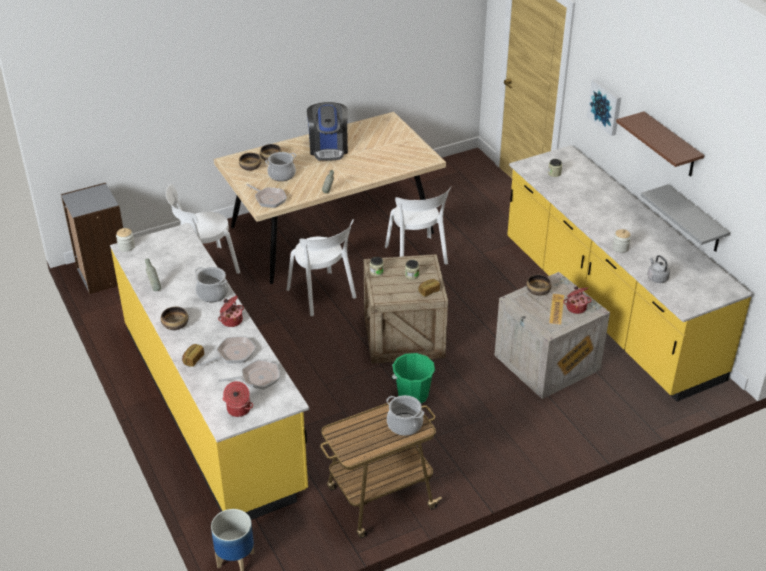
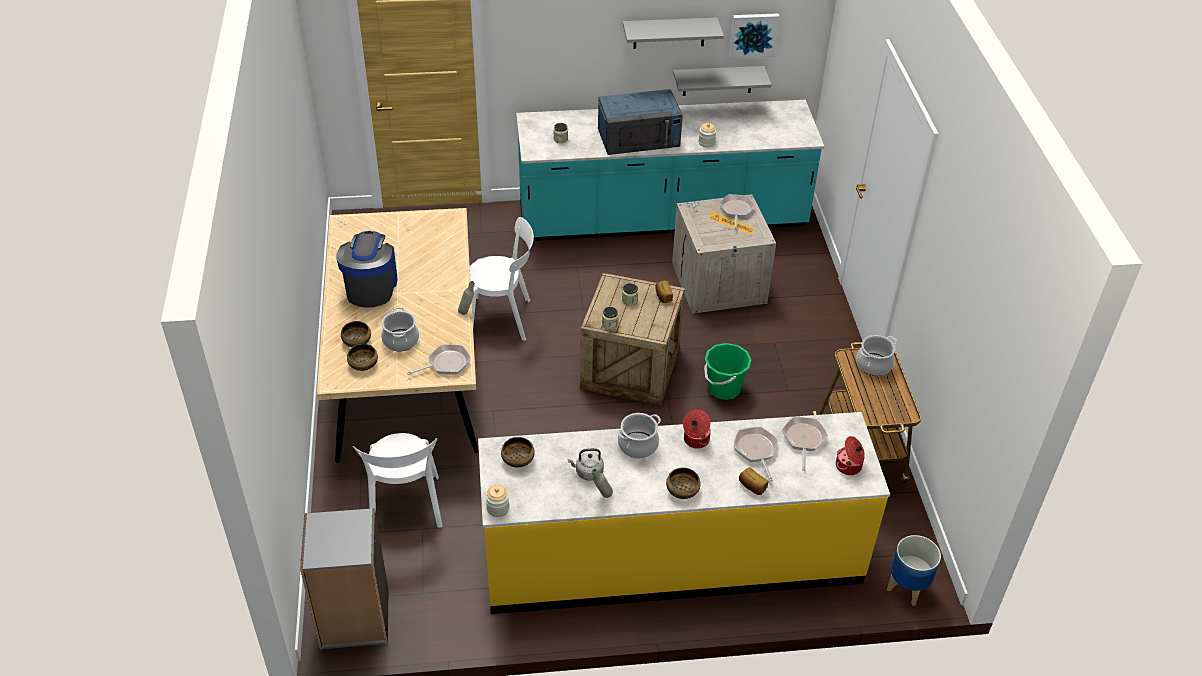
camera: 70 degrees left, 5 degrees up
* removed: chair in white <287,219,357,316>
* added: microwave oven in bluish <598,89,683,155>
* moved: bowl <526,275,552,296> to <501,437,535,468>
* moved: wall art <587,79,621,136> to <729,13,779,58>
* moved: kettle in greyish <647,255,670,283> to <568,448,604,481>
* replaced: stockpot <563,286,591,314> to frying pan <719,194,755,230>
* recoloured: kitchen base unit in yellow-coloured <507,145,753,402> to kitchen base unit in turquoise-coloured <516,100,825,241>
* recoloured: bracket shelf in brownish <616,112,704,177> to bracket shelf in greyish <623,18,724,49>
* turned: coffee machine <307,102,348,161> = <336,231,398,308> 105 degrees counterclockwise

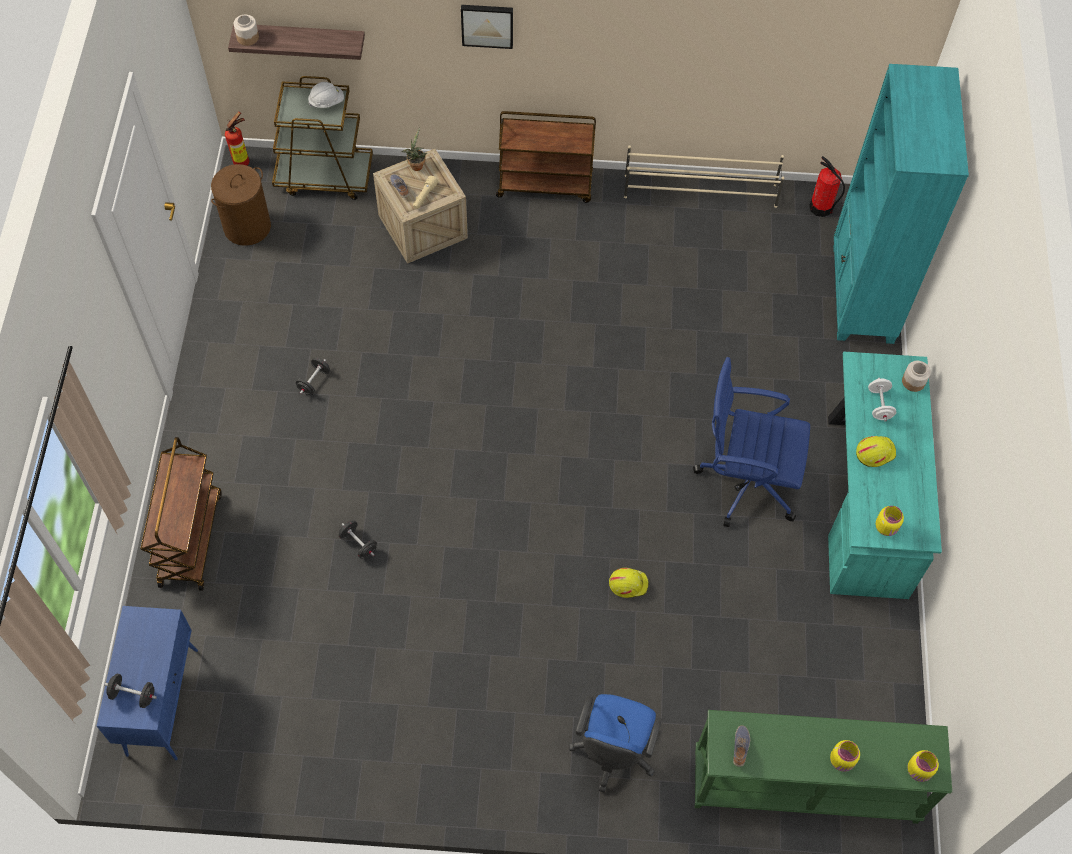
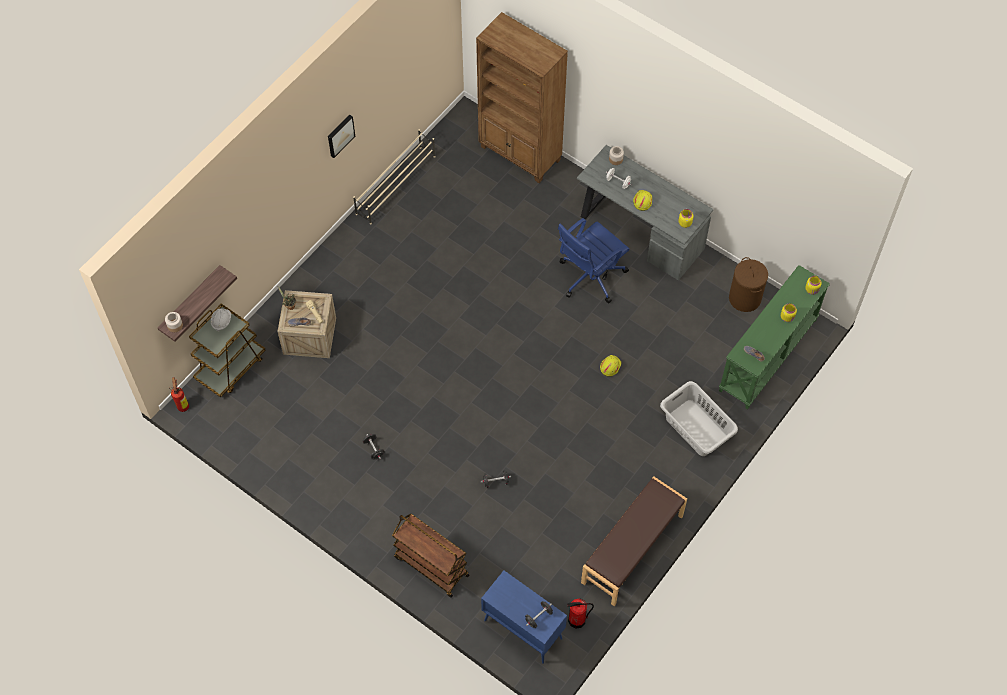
camera: 55 degrees left, 0 degrees up
* removed: cart in brownish <496,111,596,203>
* added: long seat in brownish <581,476,687,606>
* moved: washing basket in brownish <211,164,271,246> to <729,257,768,312>
* moved: wall art <461,5,513,49> to <328,115,355,158>
* moved: fire-fighting cylinder <809,156,845,217> to <567,598,594,629>
* replaced: office chair in bluish <569,694,662,793> to washing basket in greyish <660,381,738,456>
* recoloured: desk in turquoise-coloured <828,351,942,599> to desk in greyish <577,145,713,281>
* recoloured: shelving unit in turquoise-coloured <833,64,969,344> to shelving unit in brownish <476,12,568,183>

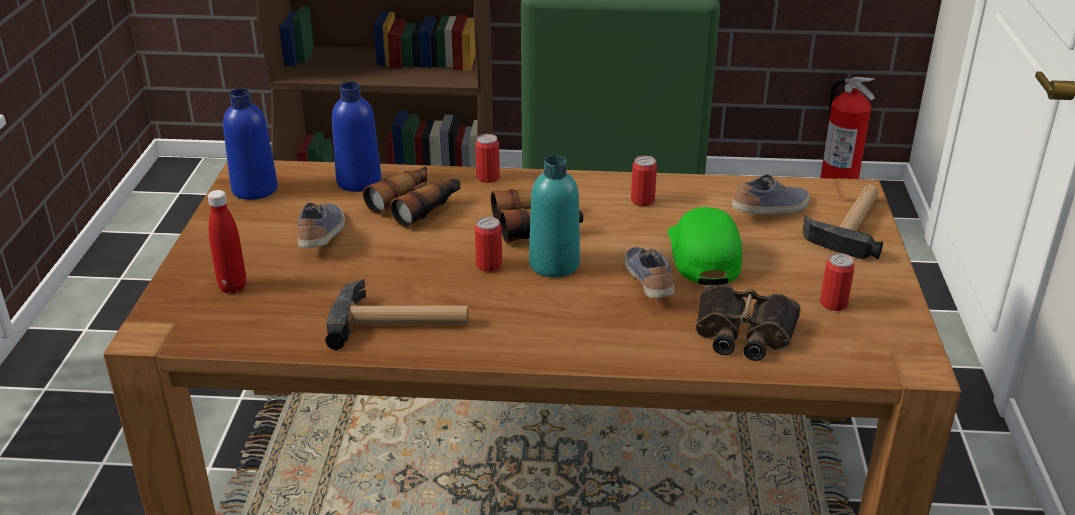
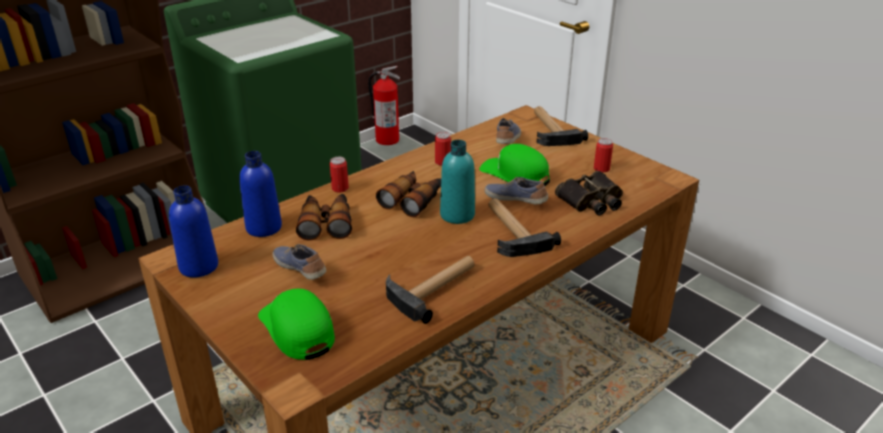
camera: 45 degrees left, 0 degrees up
* removed: sealed can <475,217,502,272>
* added: tool hammer <488,198,561,257>
* replaced: beverage bottle in red <208,190,247,293> to baseball cap in greenish <258,289,335,360>

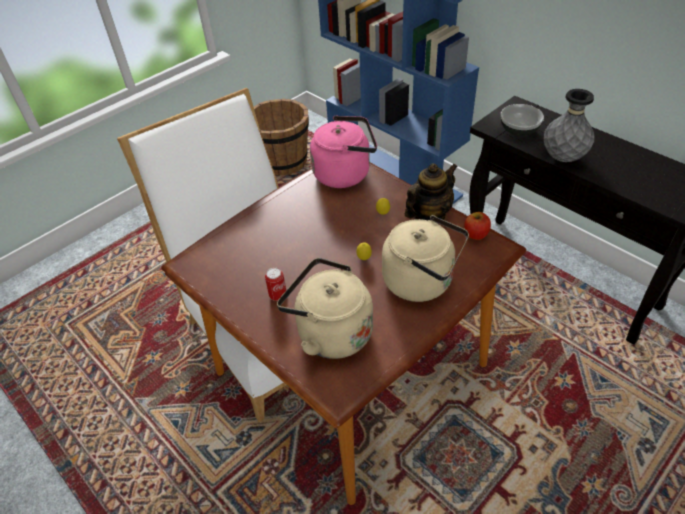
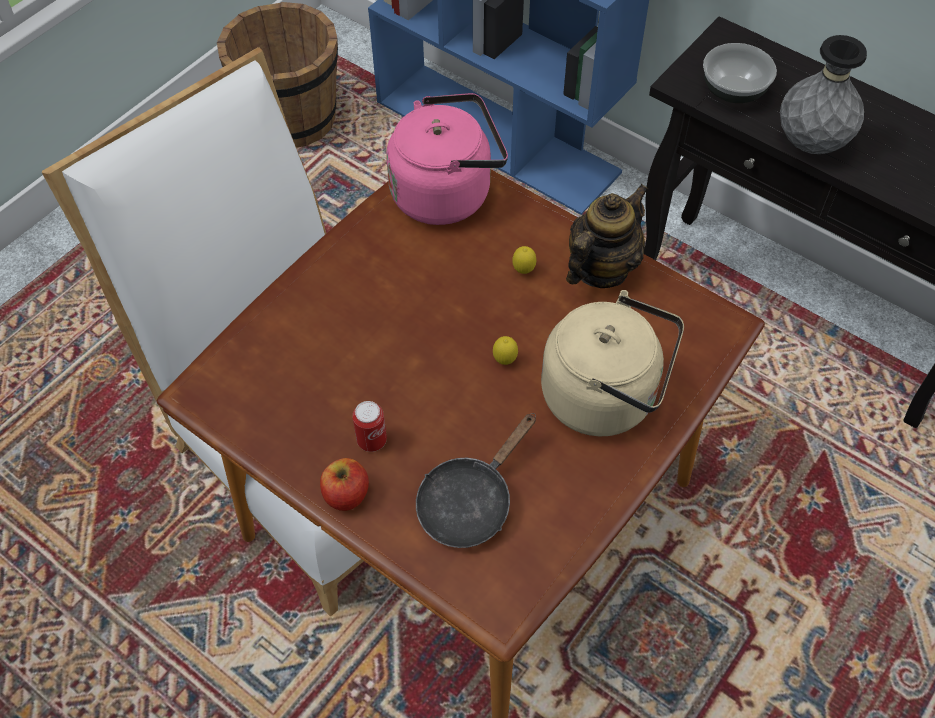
camera: 10 degrees left, 10 degrees up
* moved: whole apple <464,212,491,240> to <320,458,369,511>
* replaced: kettle in sand-coloured <277,258,373,359> to frying pan in blackish <416,413,536,548>

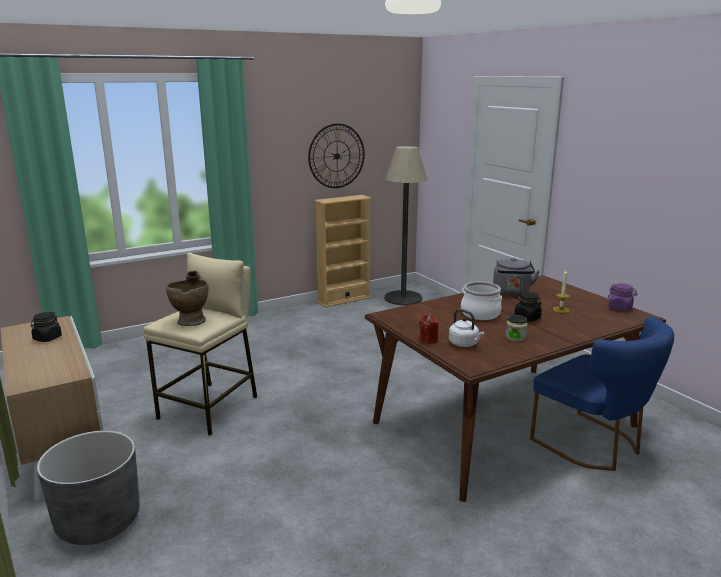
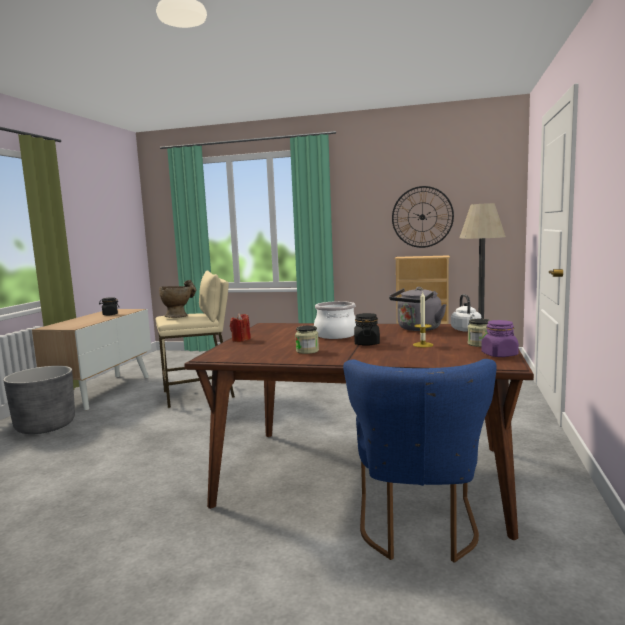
camera: 45 degrees right, 10 degrees down
* added: jar <468,319,490,347>
* moved: kettle in white <449,309,484,347> to <451,294,481,332>

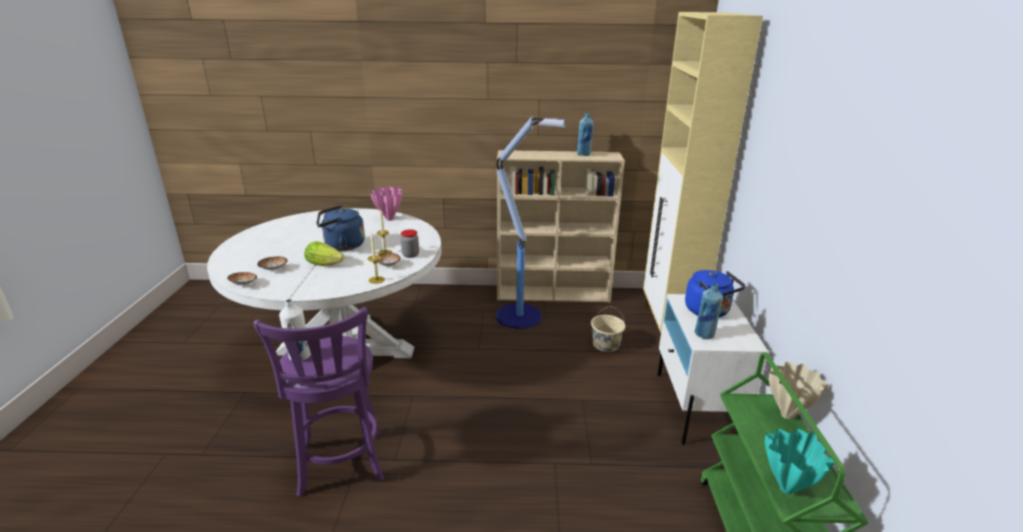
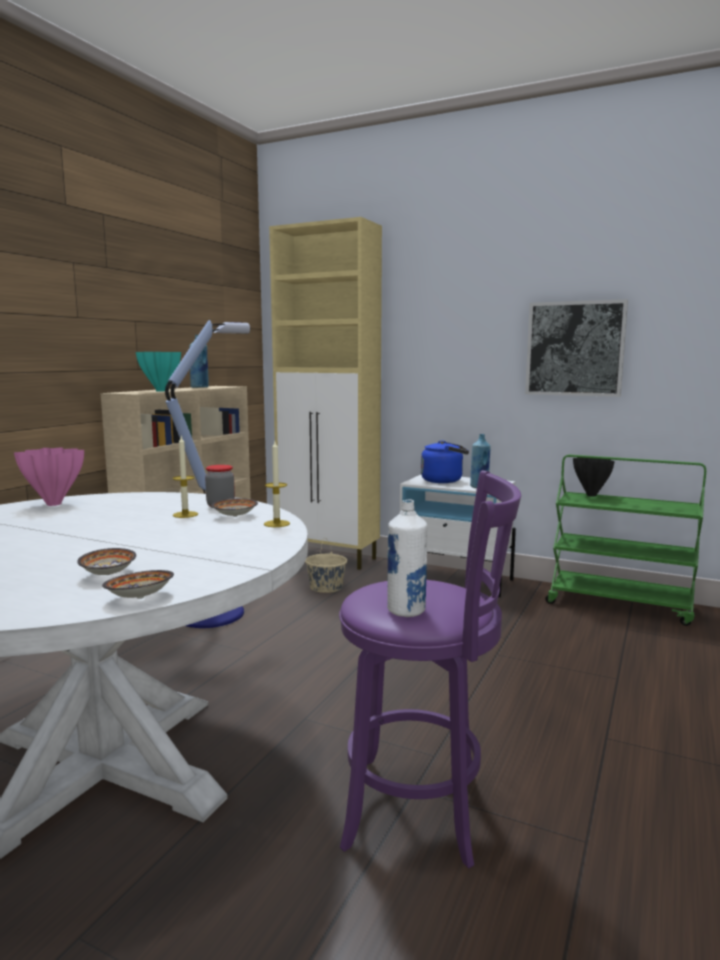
camera: 65 degrees left, 15 degrees down
* removed: lettuce <304,241,344,266>
* removed: kettle in bluish <317,205,365,251>
* added: wall art <525,299,628,397>
* moved: flower vase in turquoise-coloured <765,428,834,494> to <136,352,181,391>
* recoloured: flower vase in sand-coloured <769,362,829,419> to flower vase in blackish <573,457,615,497>

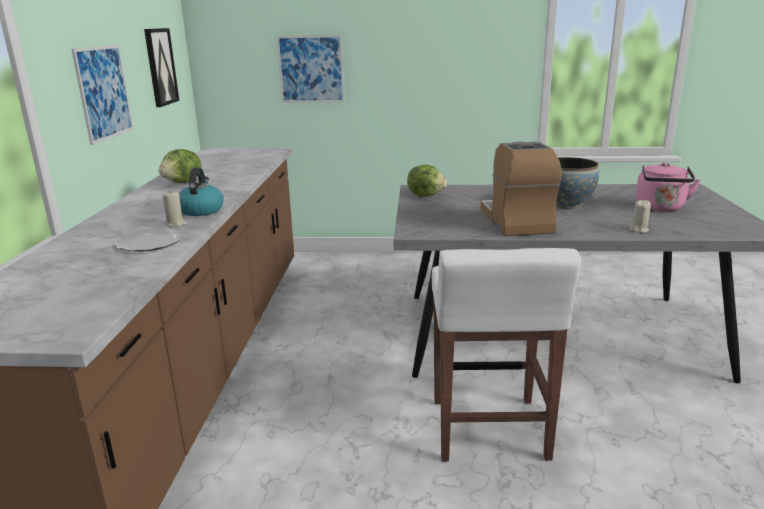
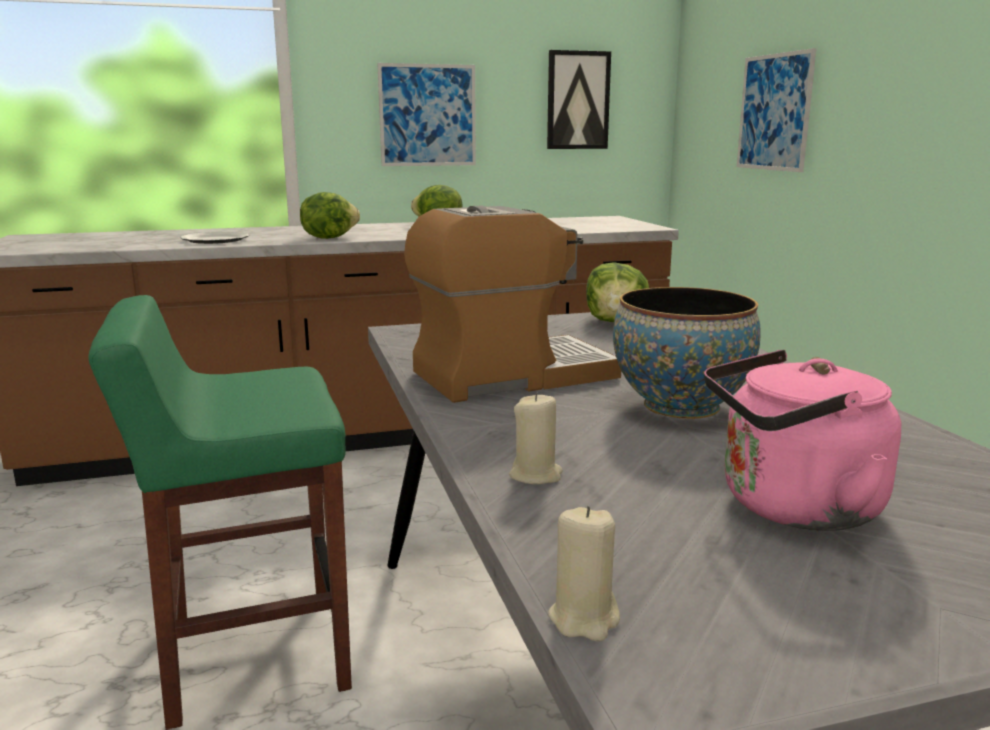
camera: 70 degrees right, 5 degrees down
* moved: wax candle in sand-coloured <162,190,187,227> to <548,506,620,641>
* replaced: kettle <179,168,224,216> to lettuce <300,192,360,239>
* recoloured: stool seat in white <432,248,582,462> to stool seat in greenish <88,295,352,730>

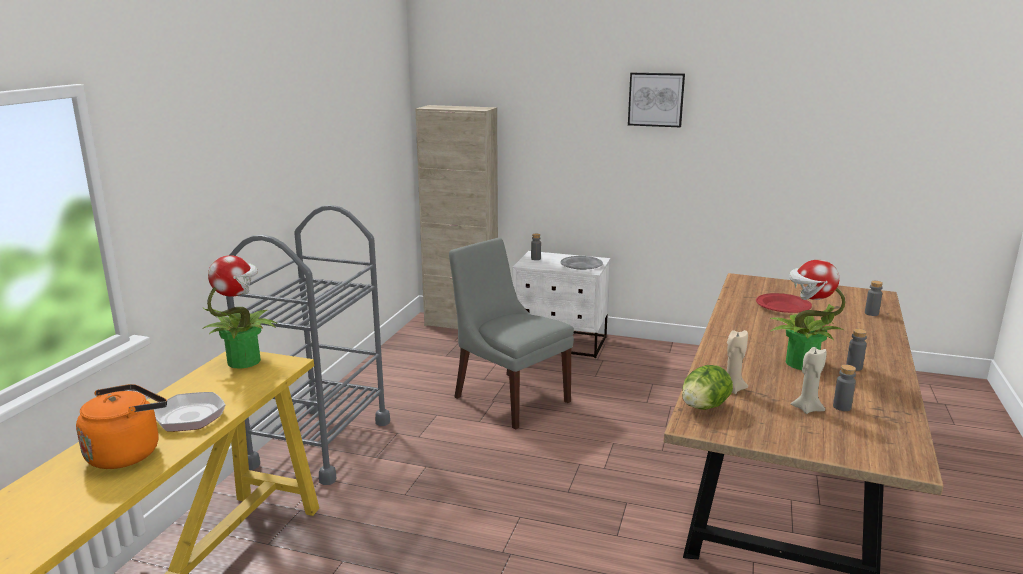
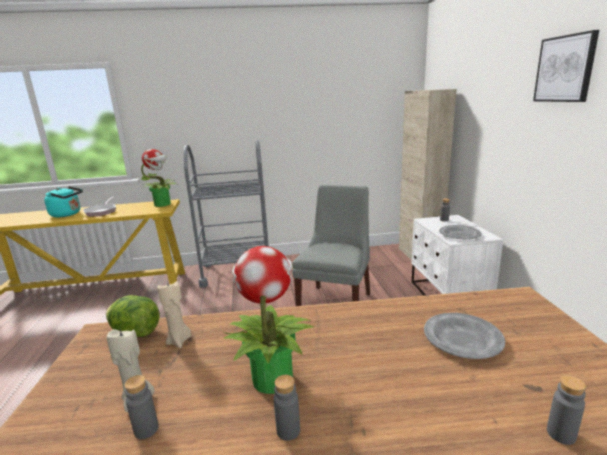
camera: 65 degrees right, 0 degrees up
* recoloured: kettle in orangey <76,384,167,469> to kettle in turquoise-coloured <44,186,83,217>
* recoloured: flat dish in red <756,293,812,313> to flat dish in greyish <424,313,505,359>

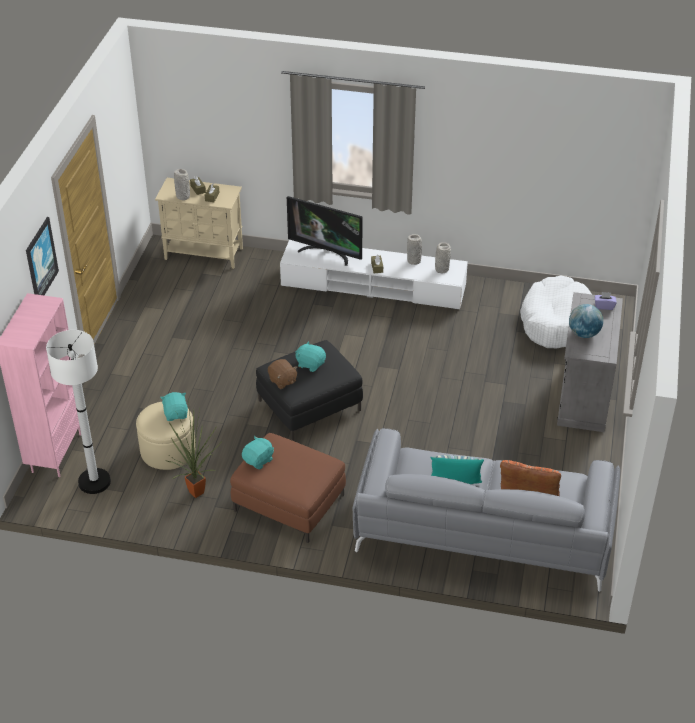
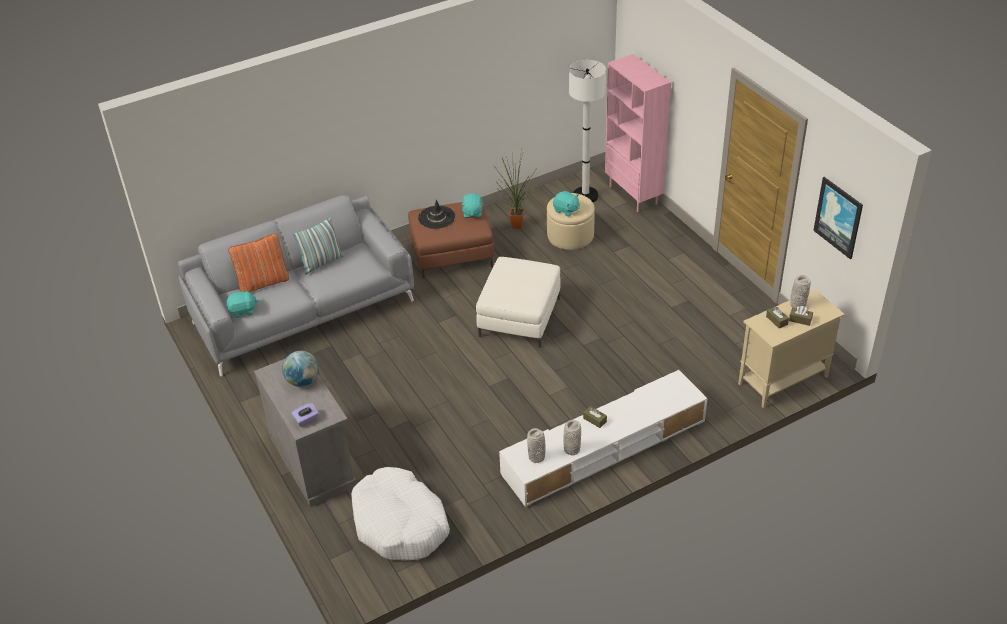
camera: 140 degrees right, 0 degrees up
* removed: soft toy in brownish <268,359,298,389>
* removed: television <287,196,362,266>
* added: hat in blackish <418,199,455,229>
* moved: wall art <26,217,59,295> to <813,177,863,259>
* moved: soft toy in turquoise-coloured <295,341,326,372> to <226,289,258,318>
* recoloured: pouffe in blackish <256,340,363,441> to pouffe in white <476,257,561,348>

